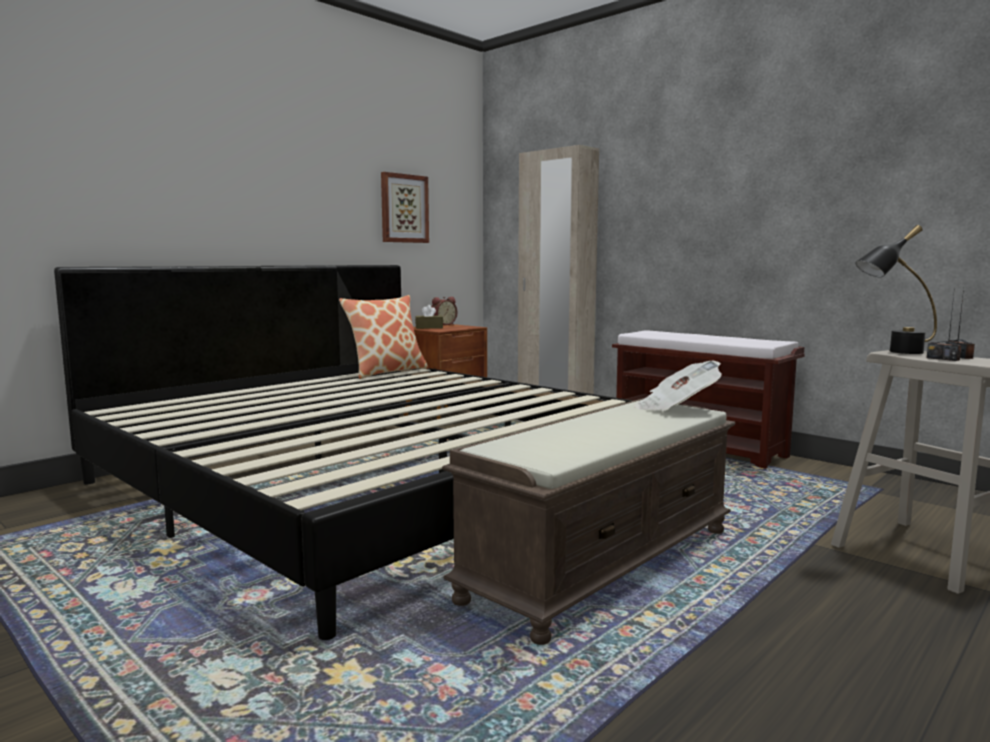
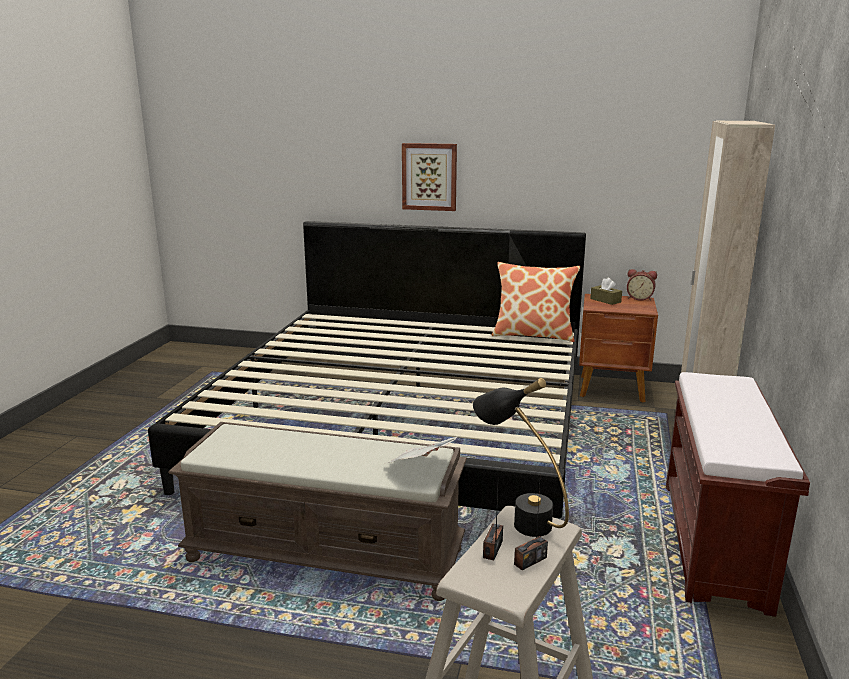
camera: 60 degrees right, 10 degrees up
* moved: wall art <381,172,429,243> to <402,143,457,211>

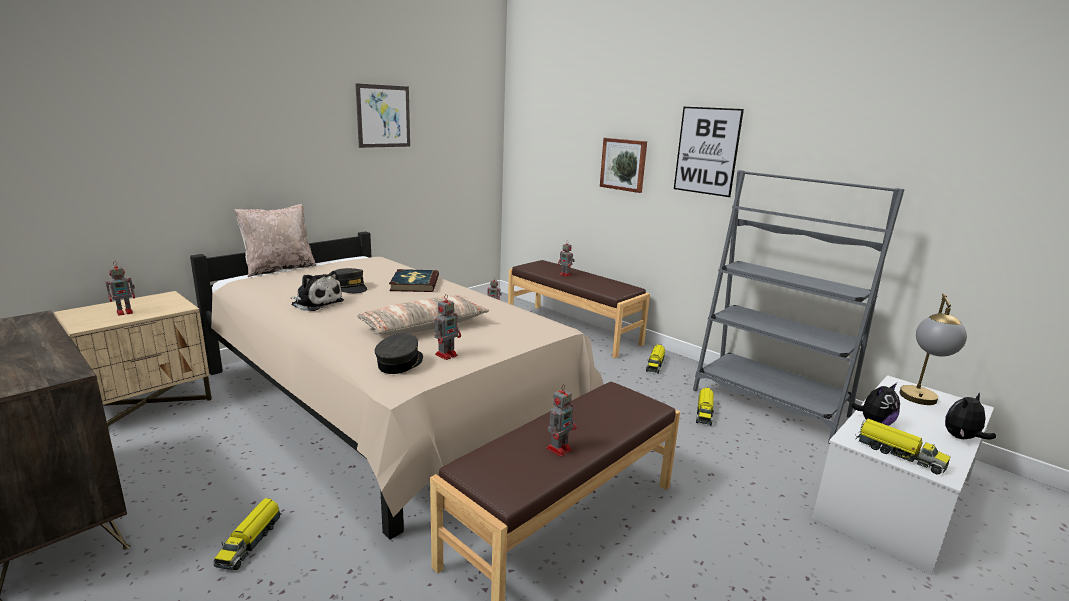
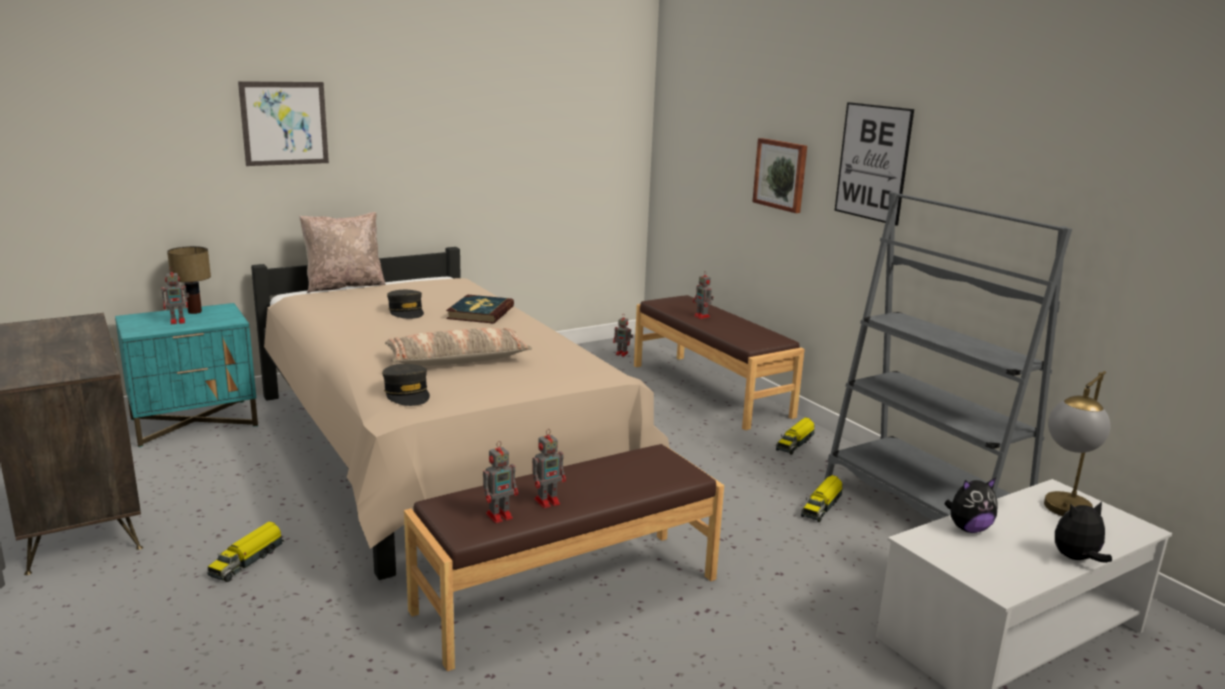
camera: 15 degrees right, 0 degrees up
* removed: soft toy <291,271,344,311>
* removed: model truck <855,419,950,475>
* added: lamp for a table <167,246,211,314>
* moved: wall art <355,83,410,148> to <238,81,329,166>
* moved: robot figure <434,294,461,360> to <483,441,518,523>
* recoloured: nightstand in sand-coloured <54,291,212,426> to nightstand in turquoise-coloured <115,303,258,447>
* turned: baseball cap in greyish <375,333,423,374> = <382,364,430,406> 120 degrees clockwise

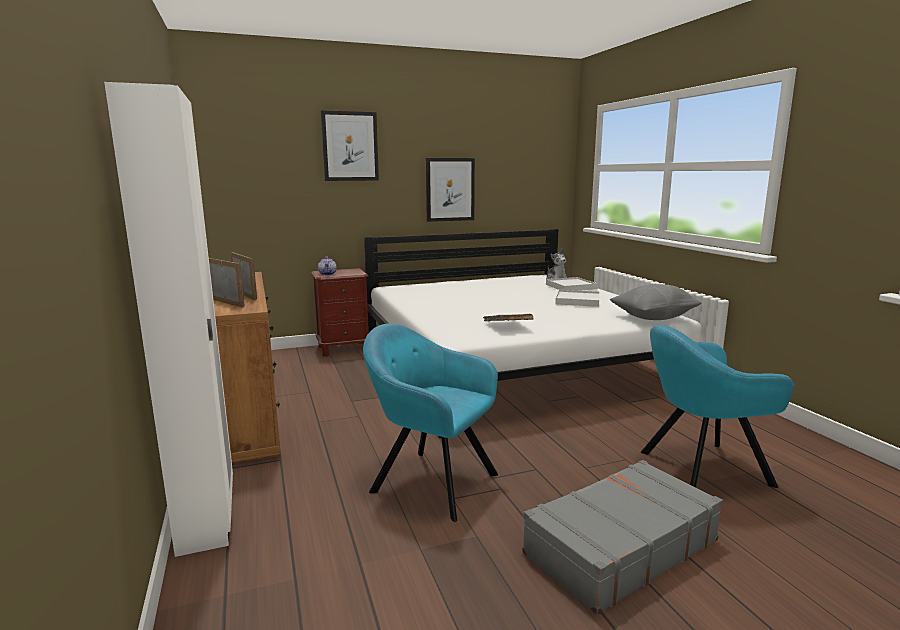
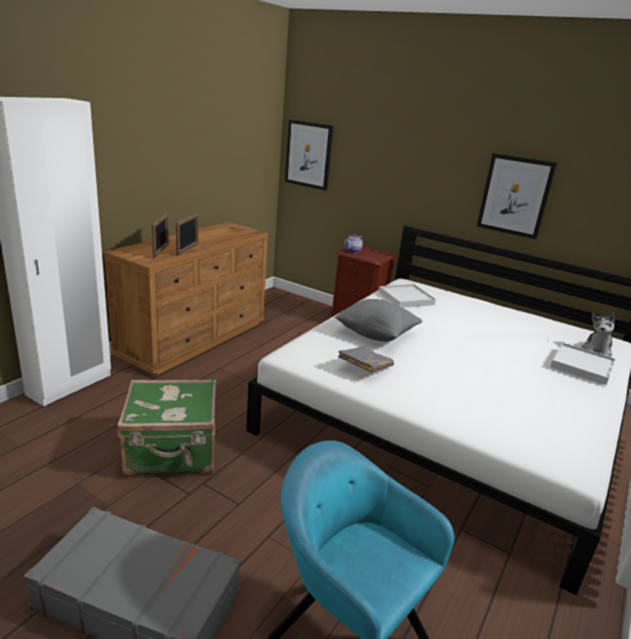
camera: 50 degrees right, 10 degrees up
* moved: wall art <321,110,379,181> to <285,119,334,191>
* moved: tray in white <555,290,600,307> to <379,284,436,308>
* moved: pillow in greyish <610,284,701,320> to <335,299,423,342>
* replaced: armchair in turquoise-coloured <363,323,498,522> to travel case in greenish <117,379,216,476>

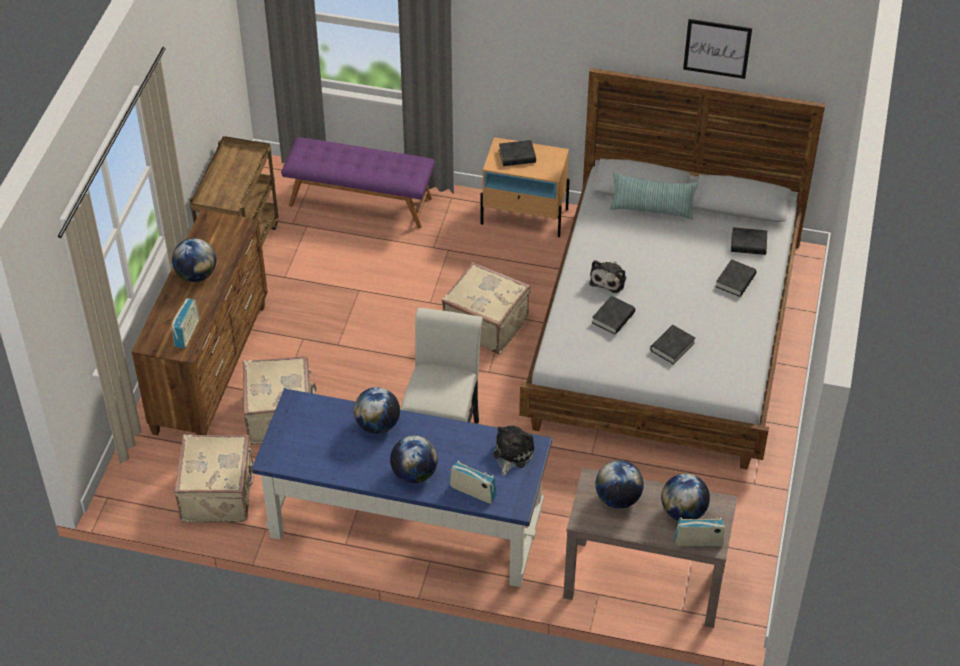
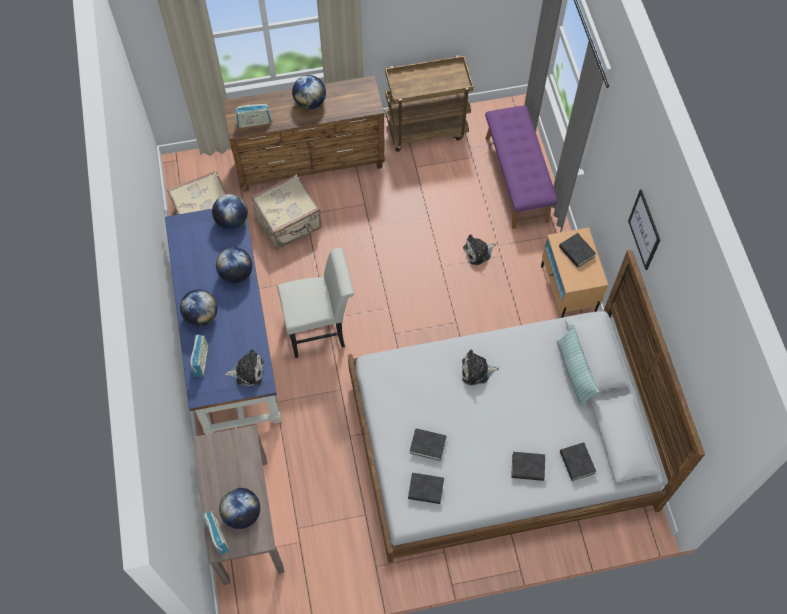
camera: 65 degrees right, 15 degrees up
* removed: travel case in sand-coloured <442,262,531,354>
* added: soft toy <463,234,495,265>
* moved: book in blackish <592,296,635,334> to <408,473,444,504>
* moved: globe <595,460,644,509> to <212,194,248,230>
* moved: wall art <683,19,752,79> to <628,189,660,270>

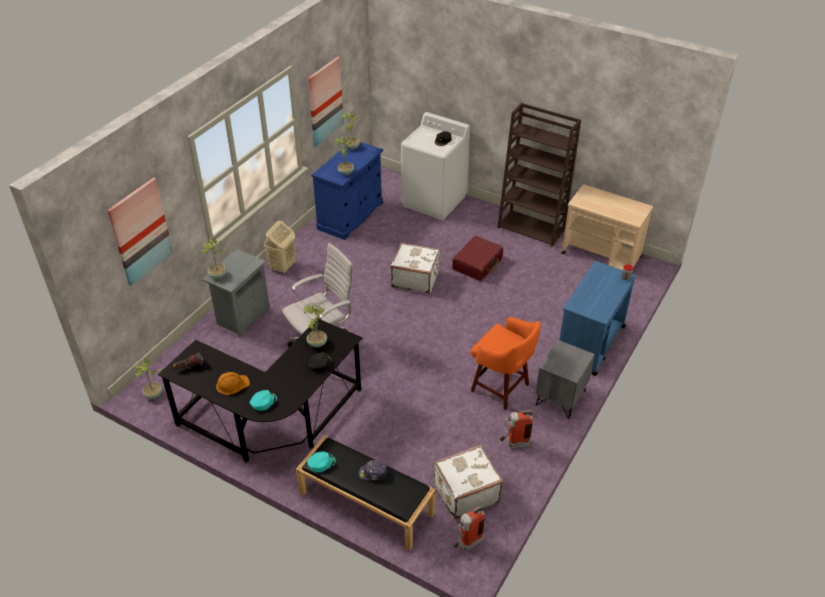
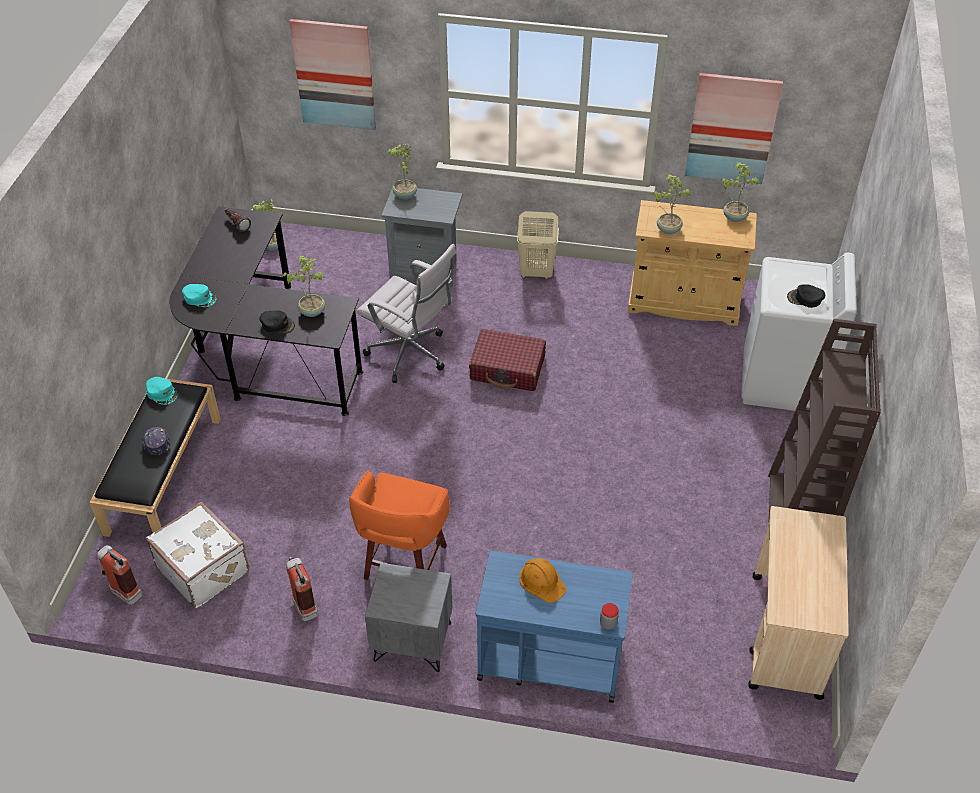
camera: 70 degrees right, 5 degrees up
* removed: travel case in white <390,242,440,294>
* moved: safety helmet in orangey <216,372,250,395> to <520,558,566,603>
* moved: travel case in red <452,236,503,281> to <469,329,546,391>
* recoloured: storage cabinet in bluish <312,142,383,240> to storage cabinet in sand-coloured <628,200,757,326>

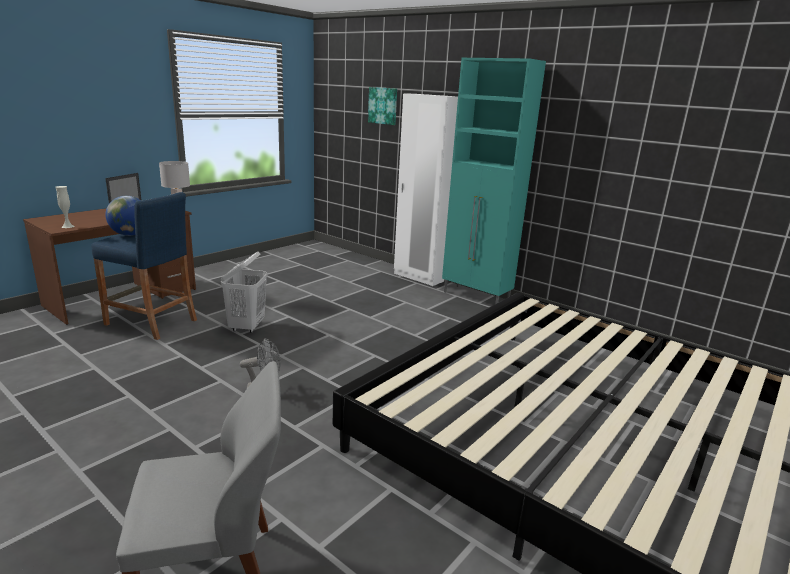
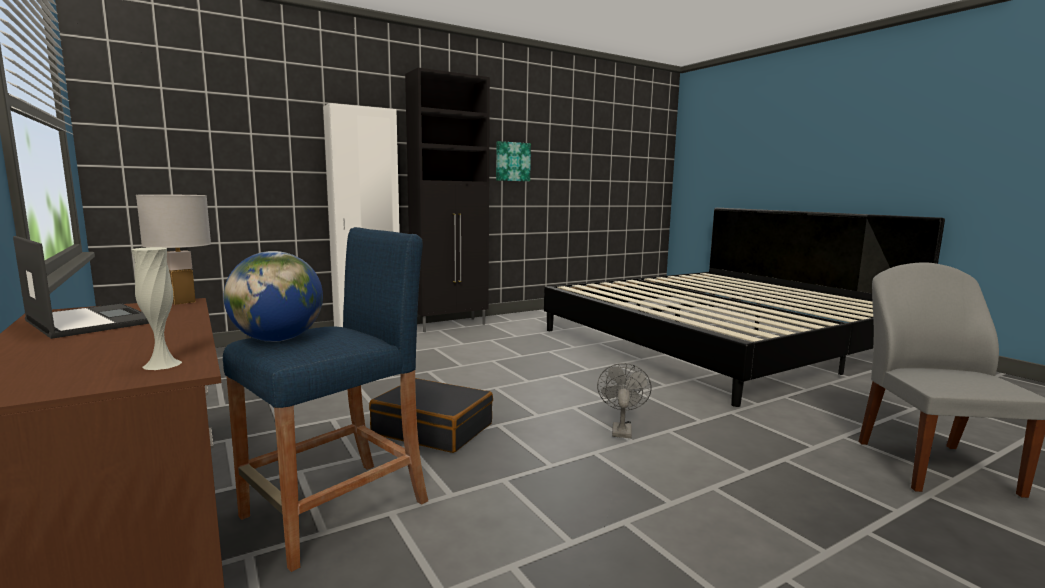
camera: 70 degrees left, 10 degrees down
* moved: wall art <368,87,397,125> to <496,141,531,181>
* replaced: washing basket in white <221,252,268,333> to travel case in blackish <369,378,493,453>
* recoloured: storage cabinet in turquoise-coloured <442,58,546,304> to storage cabinet in blackish <405,68,490,332>

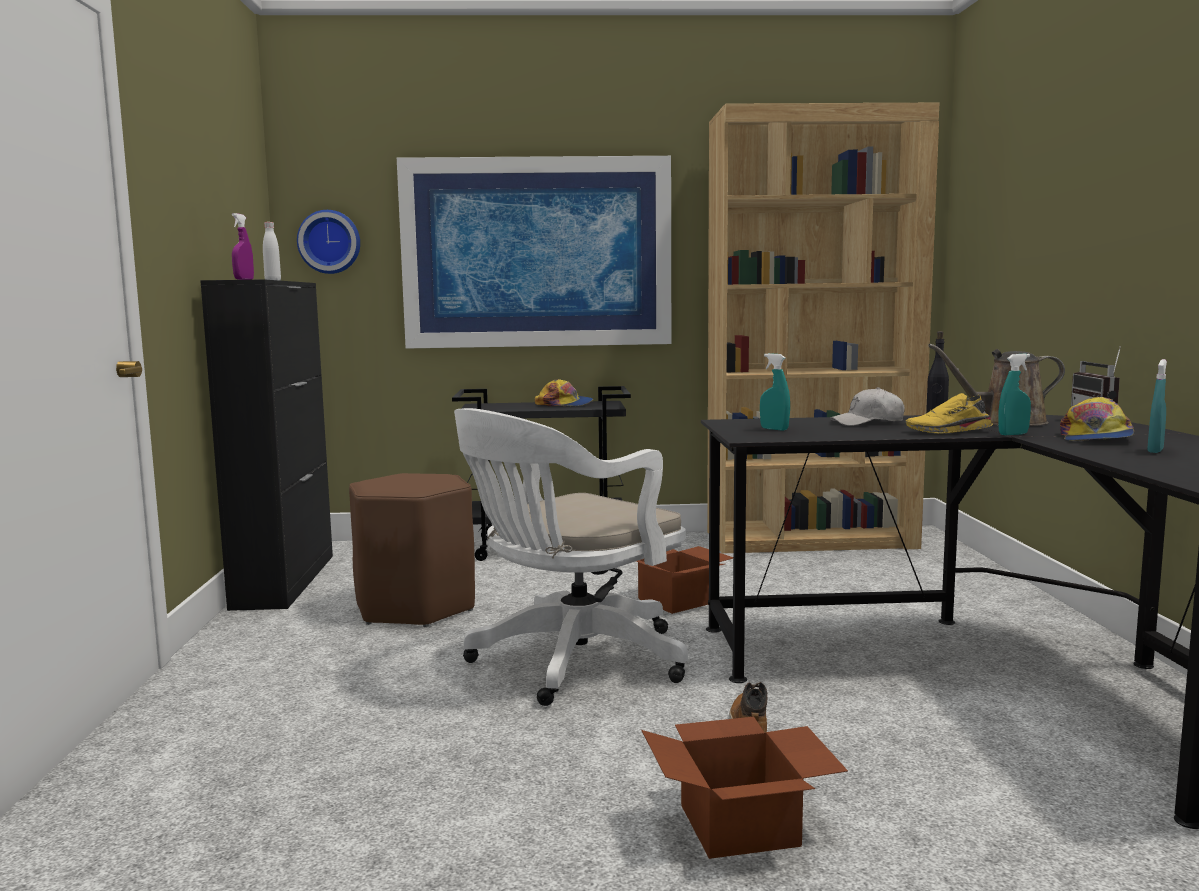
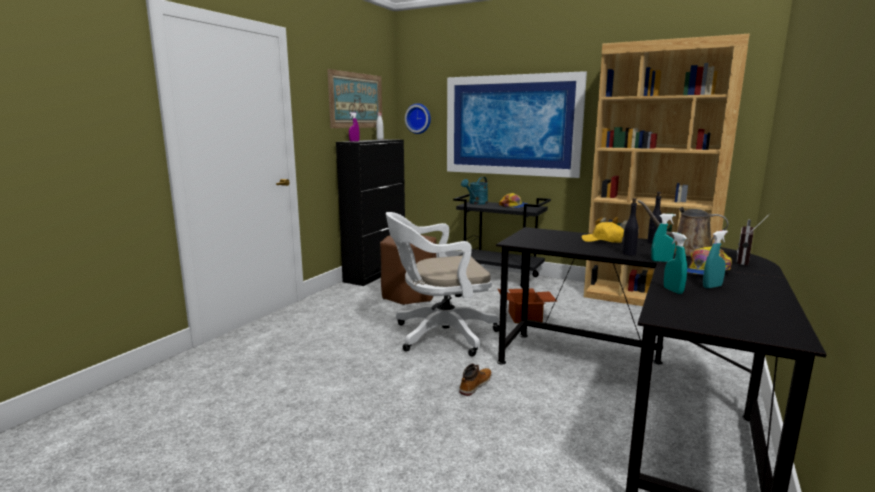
camera: 30 degrees right, 5 degrees up
* removed: carton <641,717,848,859>
* added: wall art <327,69,382,128>
* added: sprinkling can in turquoise-coloured <461,177,488,205>
* moved: sprayer in turquoise-coloured <760,353,790,431> to <664,232,687,294>
* replaced: item of footwear in yellow-coloured <906,393,993,434> to beverage bottle in blackish <622,198,639,256>
* recoloured: baseball cap in white <830,387,905,426> to baseball cap in yellow-coloured <582,222,624,243>

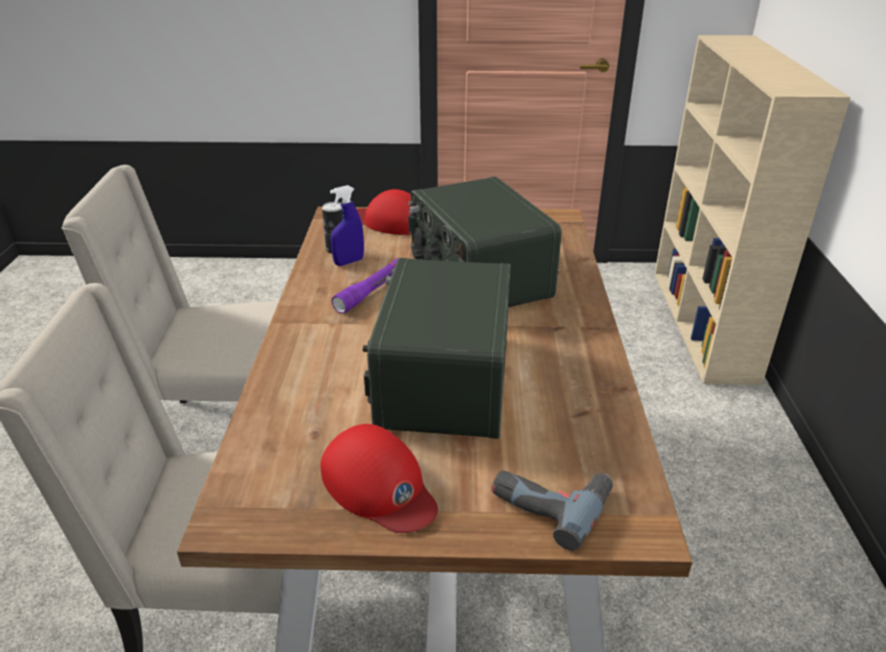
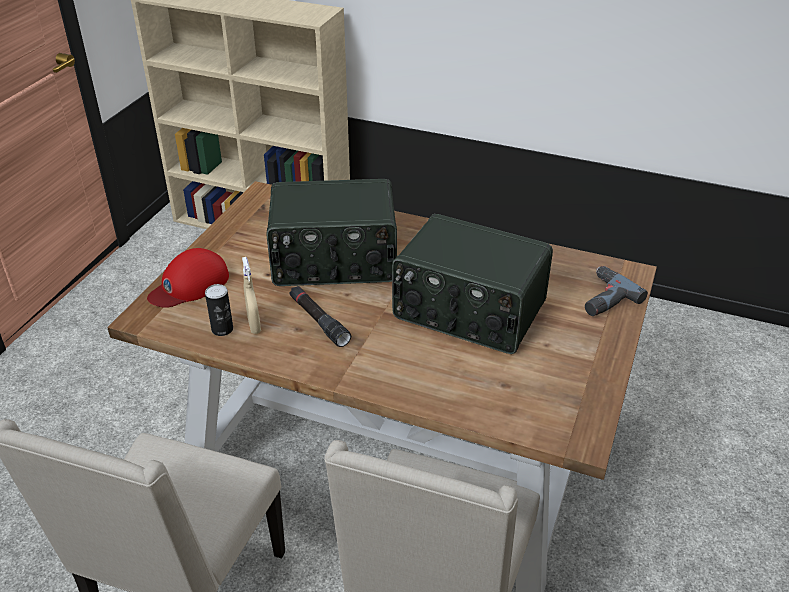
camera: 70 degrees left, 5 degrees up
* removed: baseball cap in red <320,424,438,533>
* recoloured: sprayer in bluish <330,185,364,266> to sprayer in sand-coloured <242,257,261,334>
* recoloured: flashlight in purple <332,258,398,314> to flashlight in blackish <290,286,351,347>

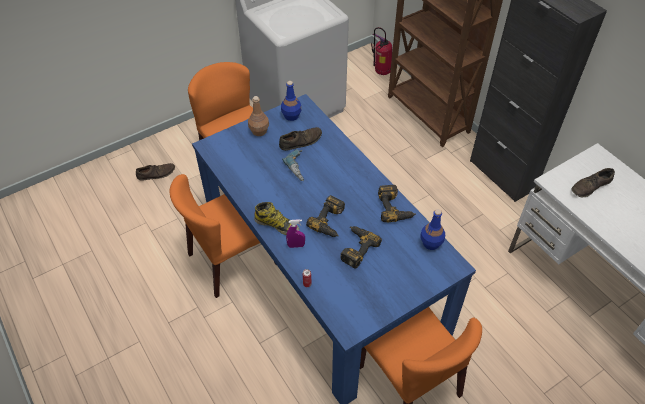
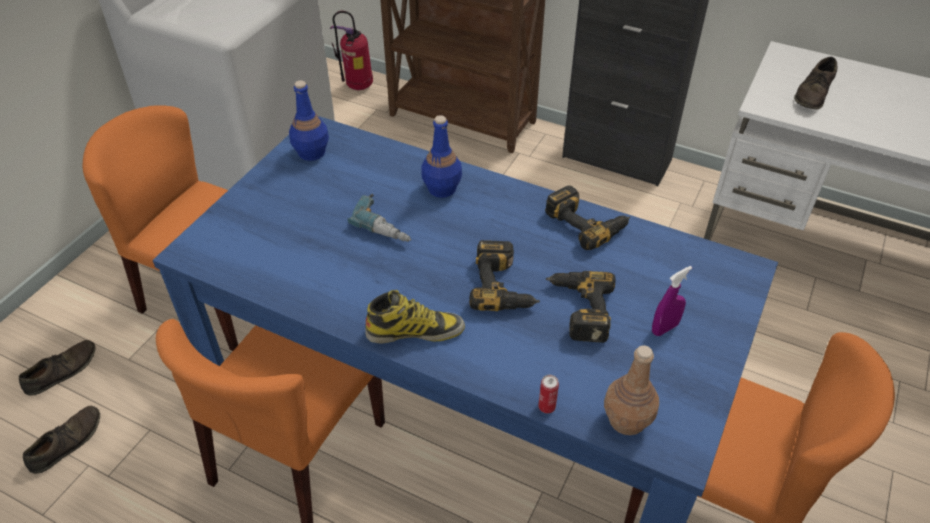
camera: 30 degrees left, 5 degrees down
* moved: beverage bottle in brownish <248,96,269,136> to <604,345,659,435>
* moved: item of footwear in brownish <279,127,322,151> to <23,406,100,474>
* moved: sprayer in purple <286,219,305,248> to <652,266,692,336>
* moved: beverage bottle in bluish <420,209,445,250> to <422,115,462,198>

